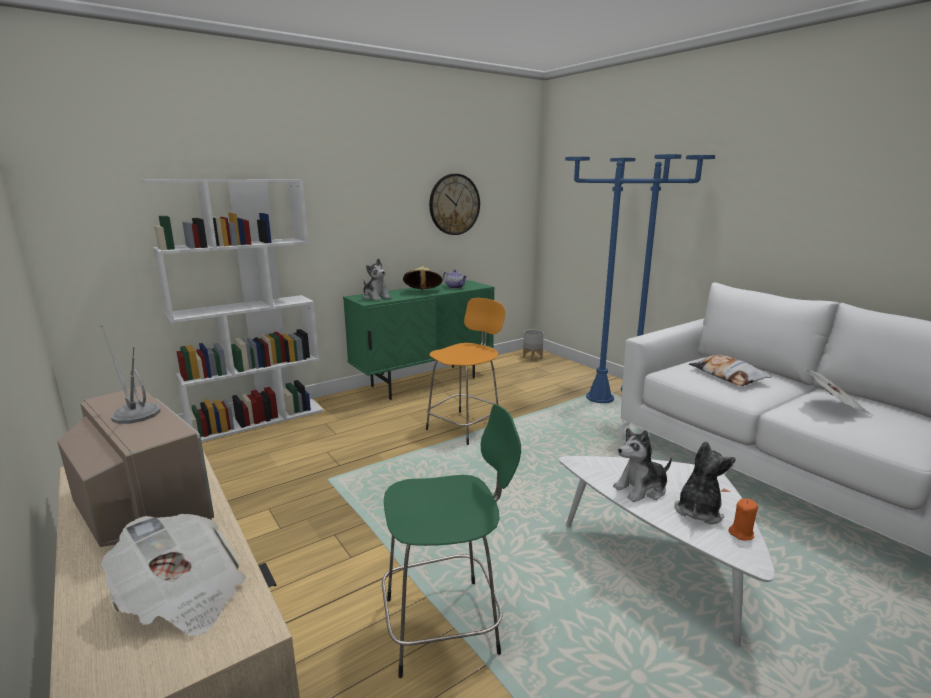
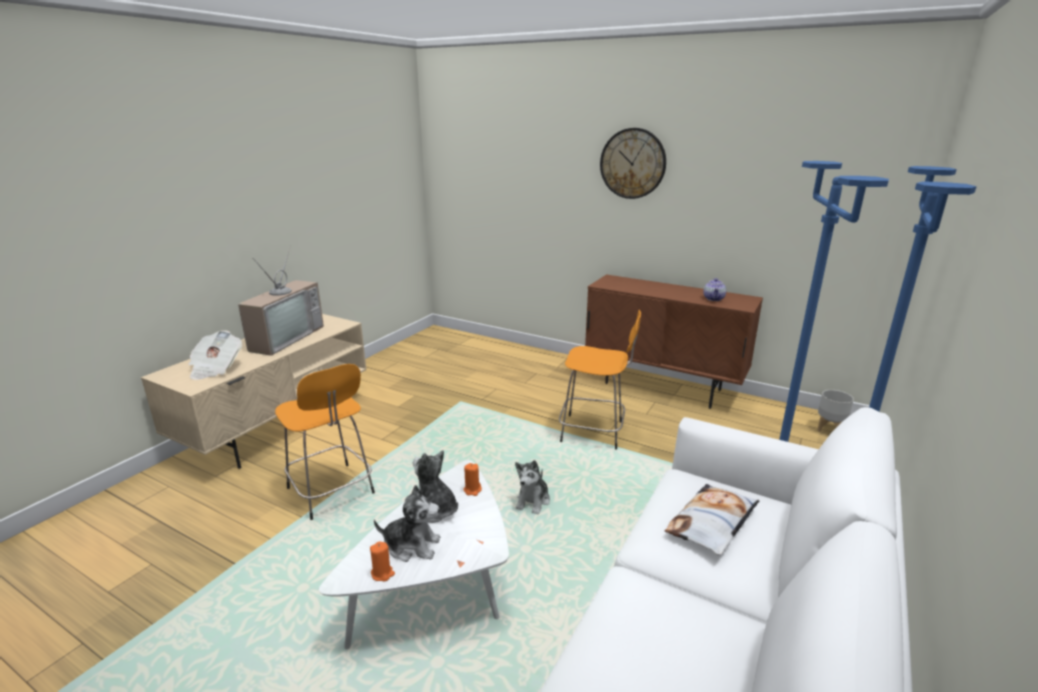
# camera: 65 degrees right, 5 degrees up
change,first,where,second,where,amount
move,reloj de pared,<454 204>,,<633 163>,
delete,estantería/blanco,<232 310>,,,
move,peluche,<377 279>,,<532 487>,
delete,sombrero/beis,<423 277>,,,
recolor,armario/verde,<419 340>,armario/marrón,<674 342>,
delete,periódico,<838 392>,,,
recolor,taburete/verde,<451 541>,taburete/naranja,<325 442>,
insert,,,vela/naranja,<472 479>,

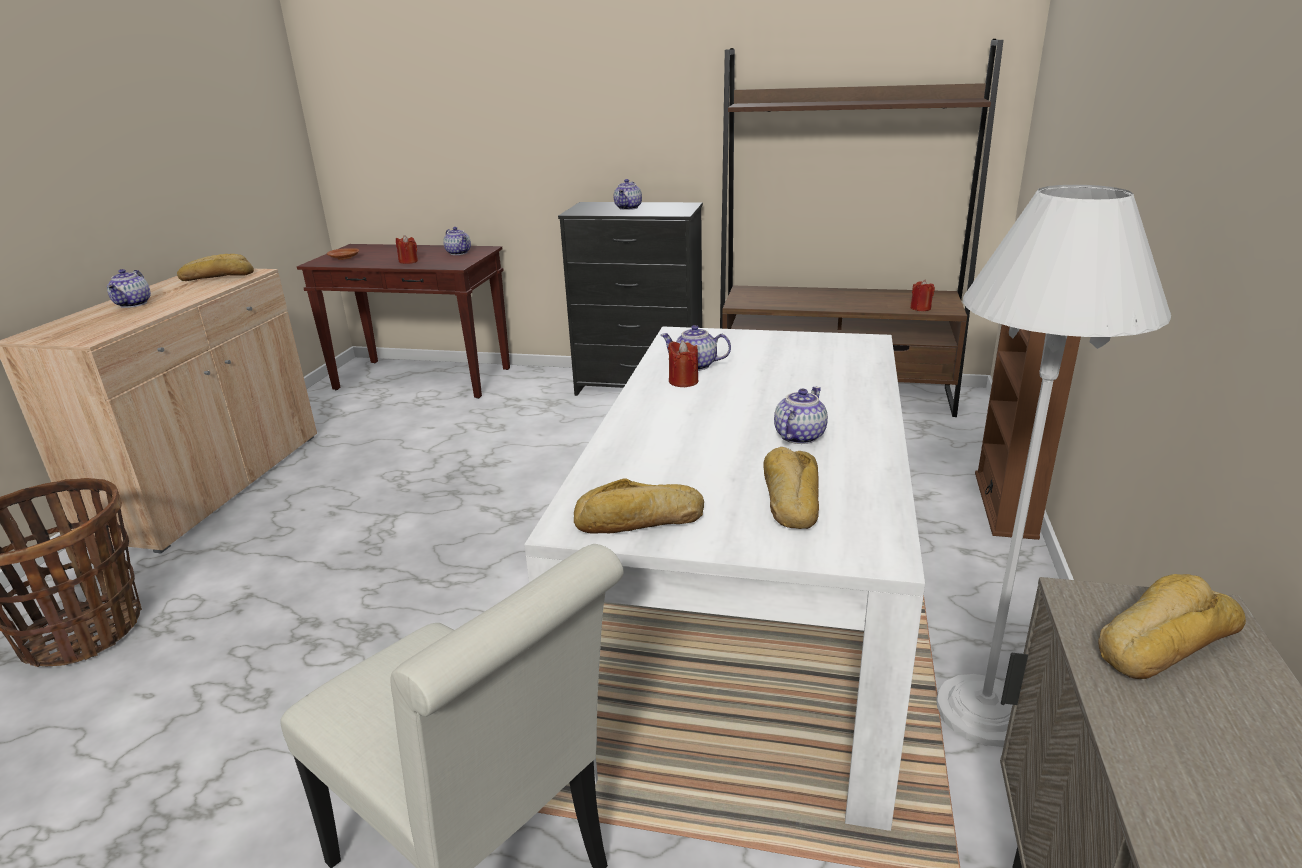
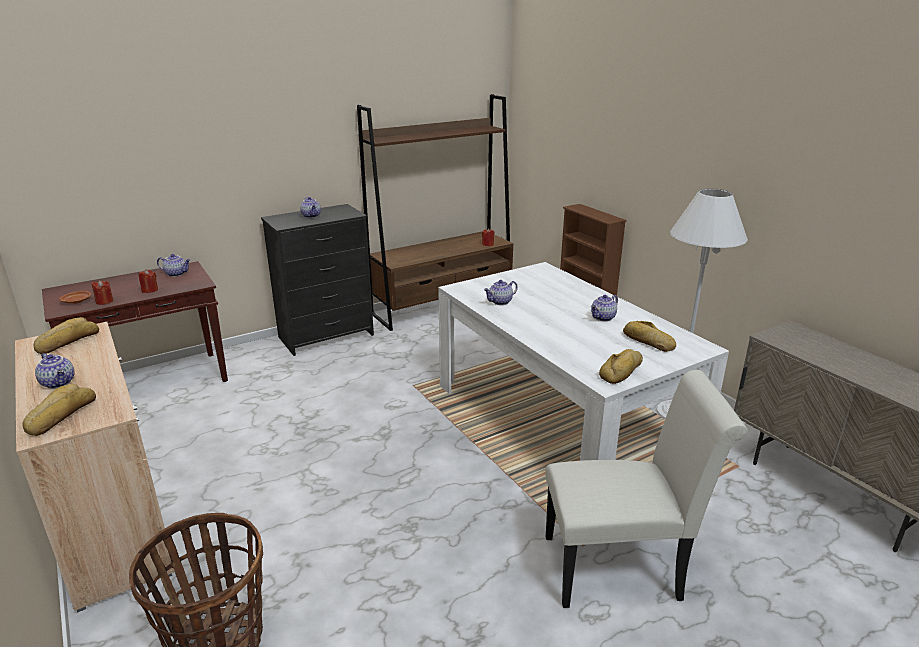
# camera: 45 degrees left, 0 degrees up
change,first,where,second,where,amount
move,vela/rojo,<683 364>,,<102 292>,
rotate,tetera,<801 415>,,<604 308>,120 degrees counterclockwise
move,pan,<1172 626>,,<59 410>,

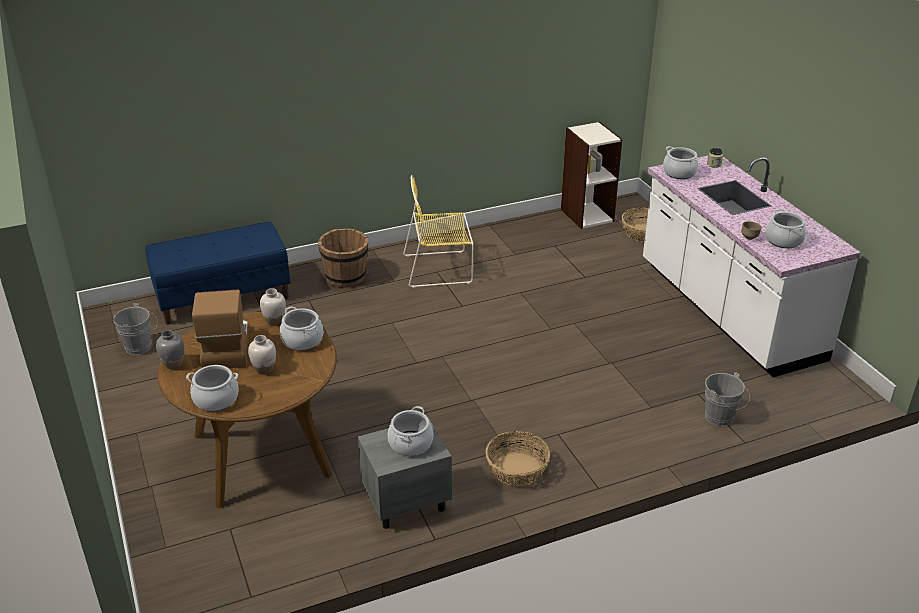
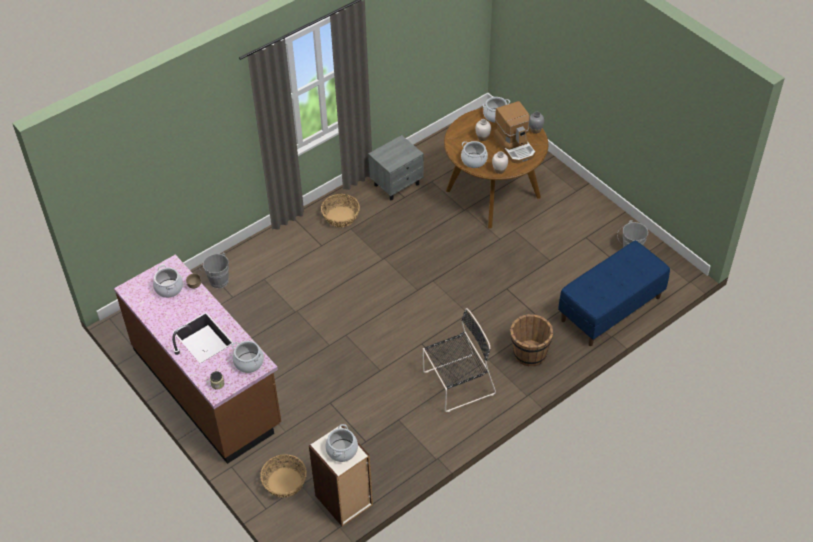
# camera: 165 degrees right, 15 degrees up
change,first,where,second,where,amount
recolor,mueble bajo de cocina/blanco,<752 267>,mueble bajo de cocina/marrón,<197 359>,
recolor,silla/amarillo,<438 231>,silla/negro,<459 360>,
move,olla,<410 431>,,<341 443>,

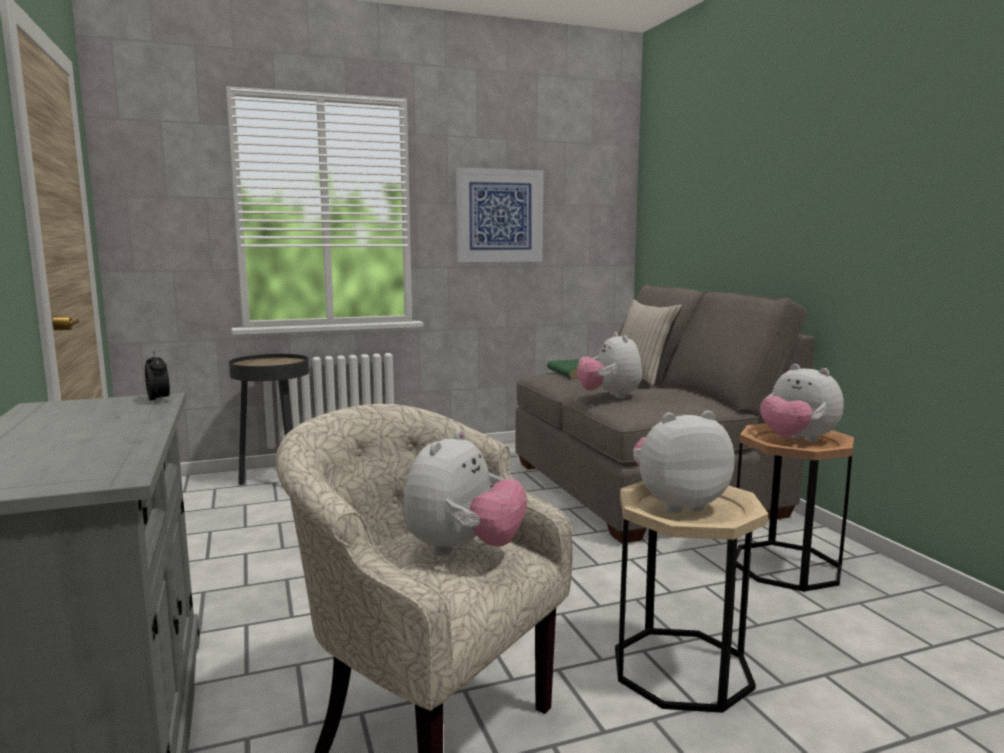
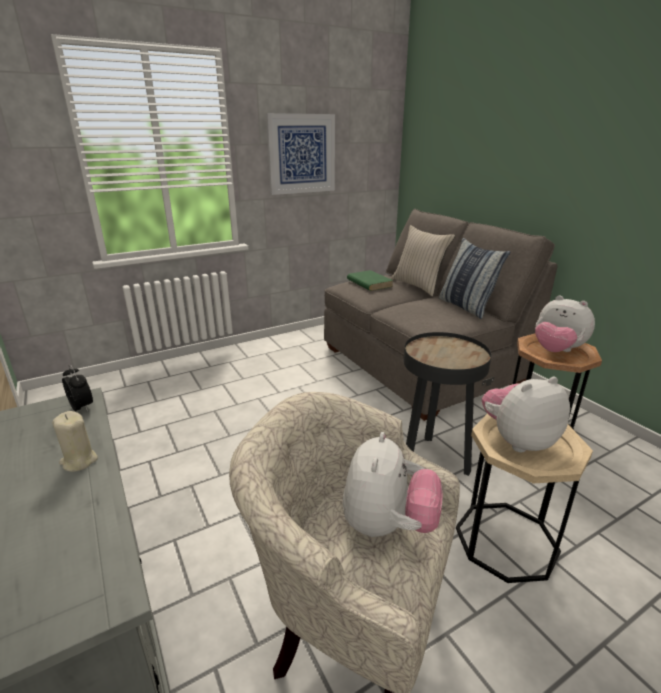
# camera: 10 degrees left, 15 degrees up
change,first,where,second,where,amount
delete,peluche,<609 365>,,,
move,mesa auxiliar/negro,<269 419>,,<447 404>,
insert,,,cojín,<474 278>,
insert,,,vela/beis,<75 441>,

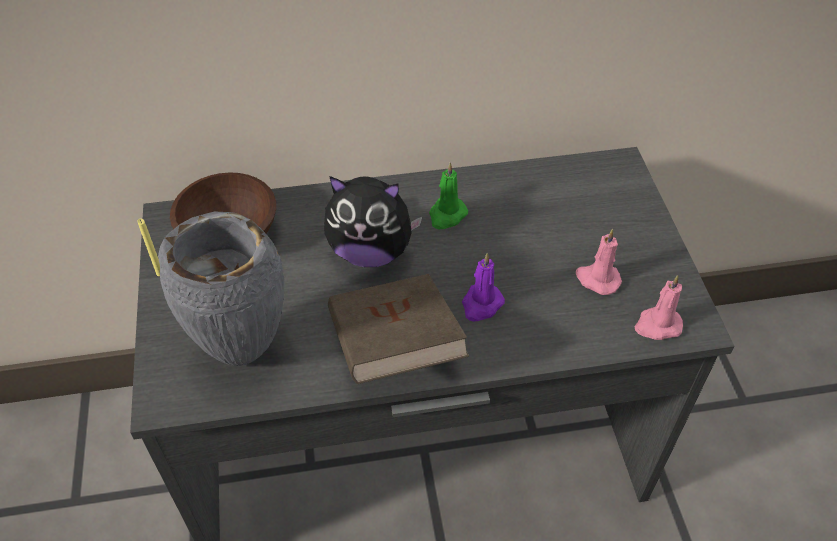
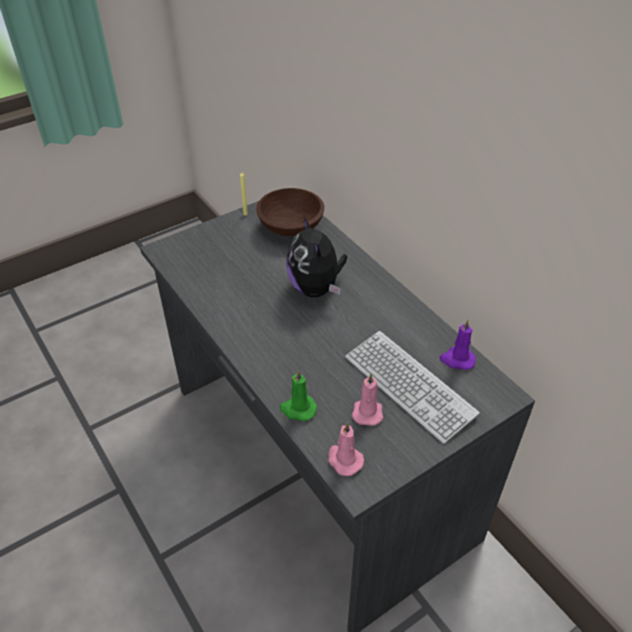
# camera: 65 degrees right, 5 degrees down
change,first,where,second,where,amount
move,vela/verde,<448 195>,,<298 395>,
delete,florero/gris,<221 289>,,,
move,vela/morado,<483 287>,,<457 345>,
delete,libro/marrón,<398 329>,,,
insert,,,teclado,<412 387>,

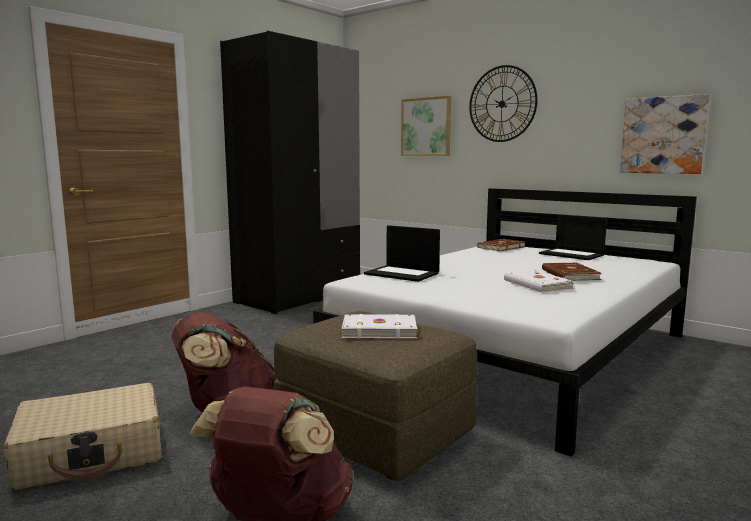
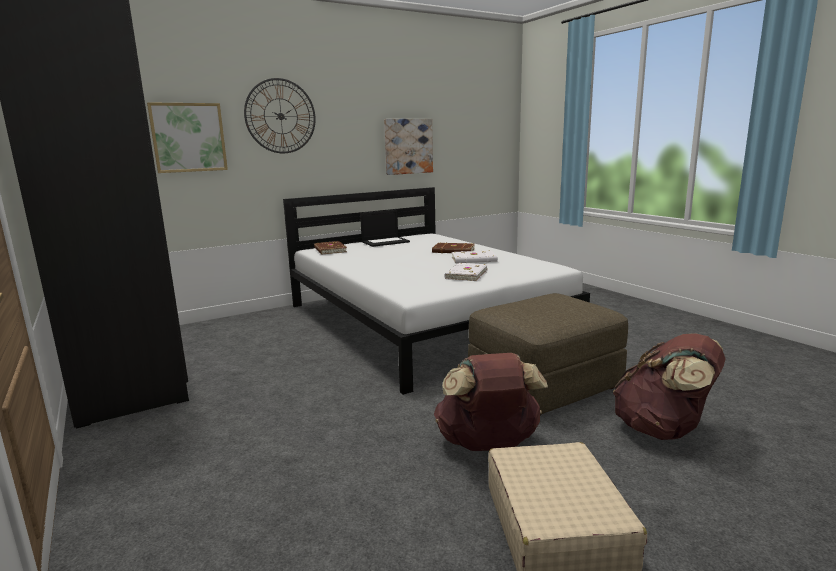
# camera: 70 degrees left, 5 degrees up
change,first,where,second,where,amount
delete,portátil,<402 253>,,,
move,libro/blanco,<379 326>,,<466 272>,

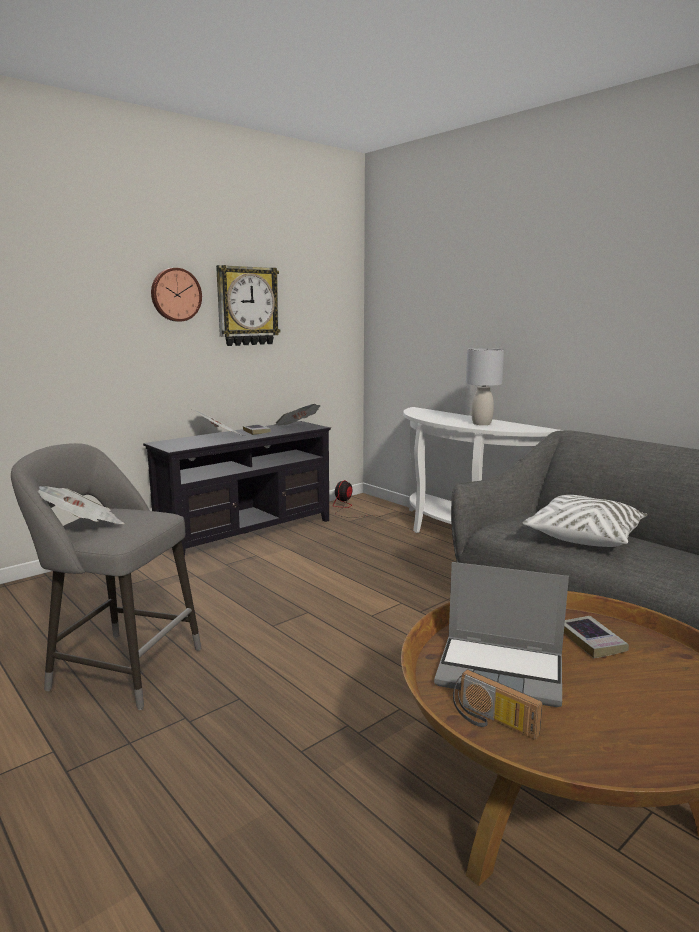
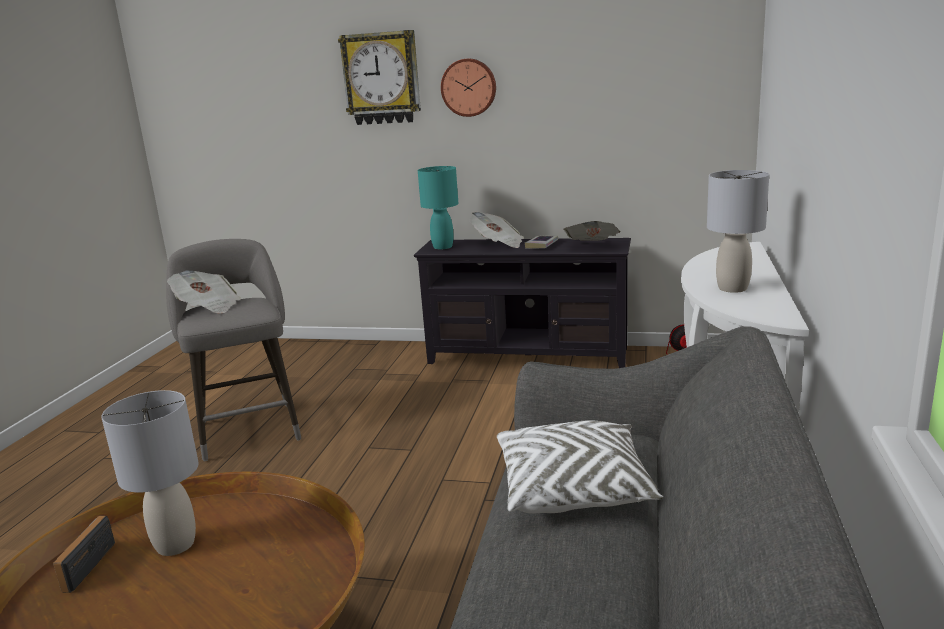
# camera: 55 degrees right, 5 degrees up
change,first,where,second,where,amount
move,reloj de pared,<248 305>,,<379 77>,
replace,portátil,<501 634>,lámpara de mesa/gris,<150 473>,
delete,libro,<596 637>,,,
insert,,,lámpara de mesa/turquesa,<438 207>,

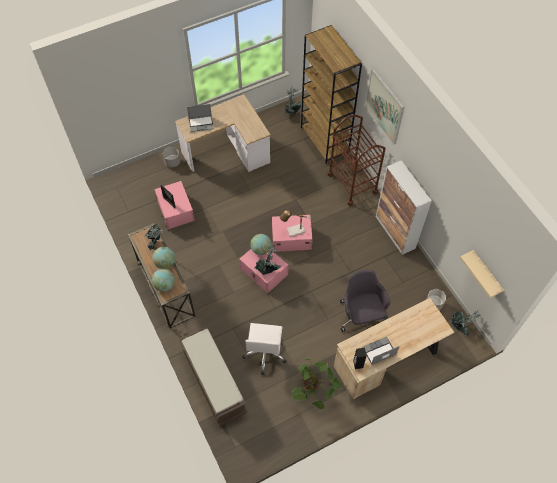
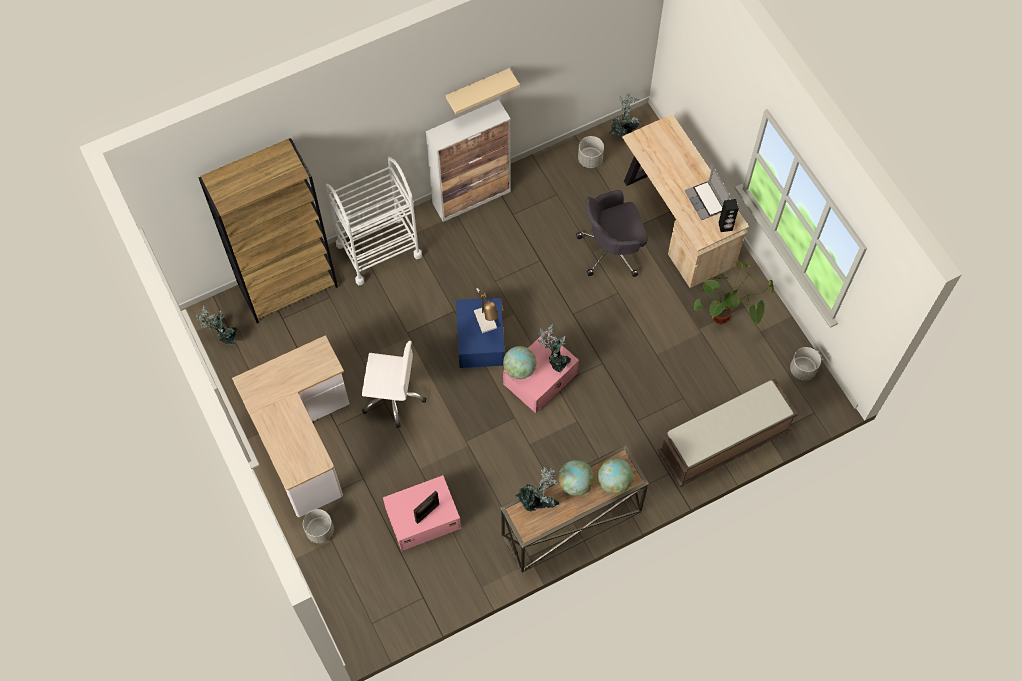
# camera: 90 degrees left, 5 degrees up
change,first,where,second,where,amount
delete,cuadro,<384 106>,,,
delete,portátil,<200 118>,,,
recolor,carrito/marrón,<356 160>,carrito/blanco,<374 221>,
recolor,caja de almacenaje/rosa,<292 233>,caja de almacenaje/azul,<481 332>,
move,estante/beis,<482 274>,,<483 91>,
move,silla de oficina/blanco,<264 349>,,<394 384>,
insert,,,maceta/gris,<805 363>,

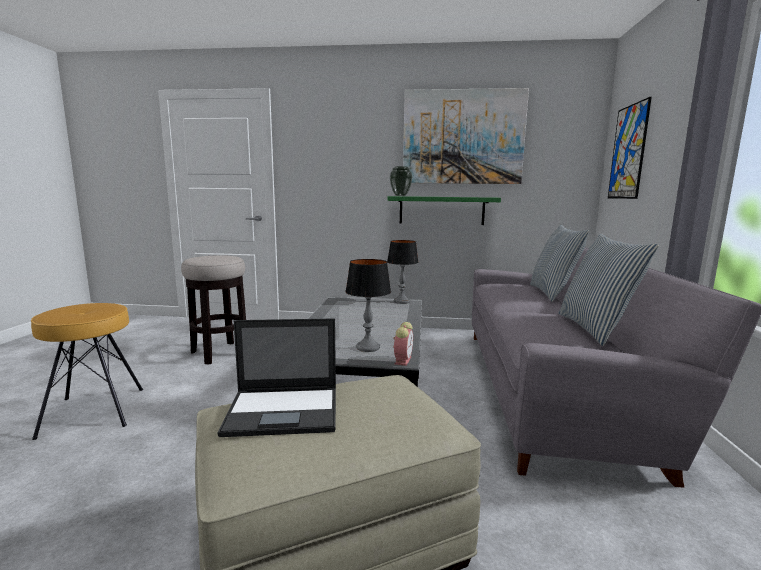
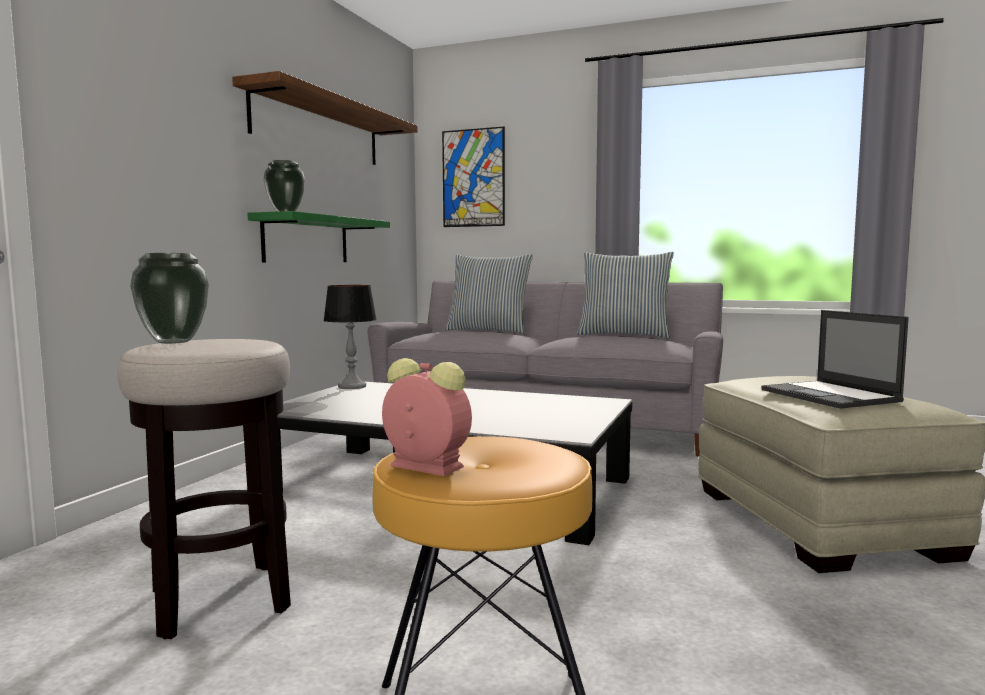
# camera: 75 degrees left, 5 degrees down
change,first,where,second,where,amount
replace,cuadro,<466 136>,estante,<325 118>,
delete,lámpara de mesa,<368 305>,,,
rotate,portátil,<276 377>,,<835 359>,150 degrees clockwise
move,despertador,<403 344>,,<427 417>,
insert,,,florero,<169 298>,

